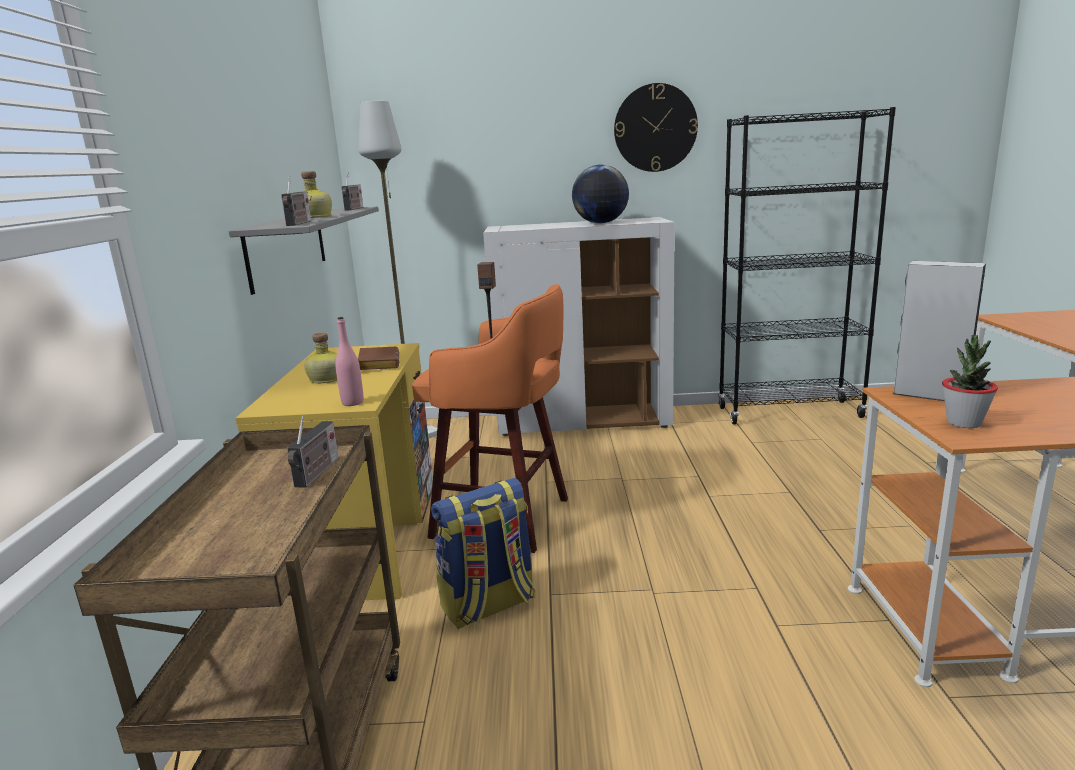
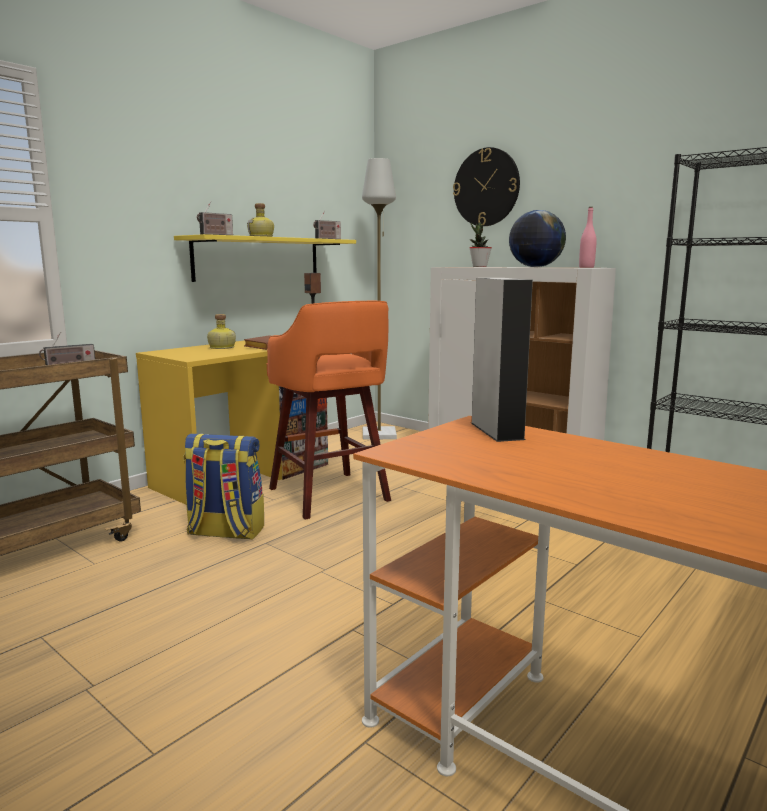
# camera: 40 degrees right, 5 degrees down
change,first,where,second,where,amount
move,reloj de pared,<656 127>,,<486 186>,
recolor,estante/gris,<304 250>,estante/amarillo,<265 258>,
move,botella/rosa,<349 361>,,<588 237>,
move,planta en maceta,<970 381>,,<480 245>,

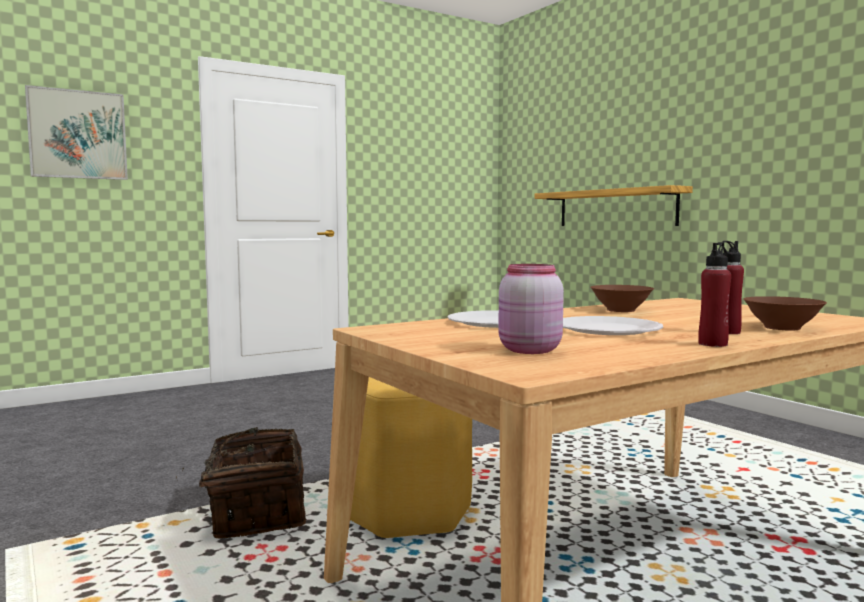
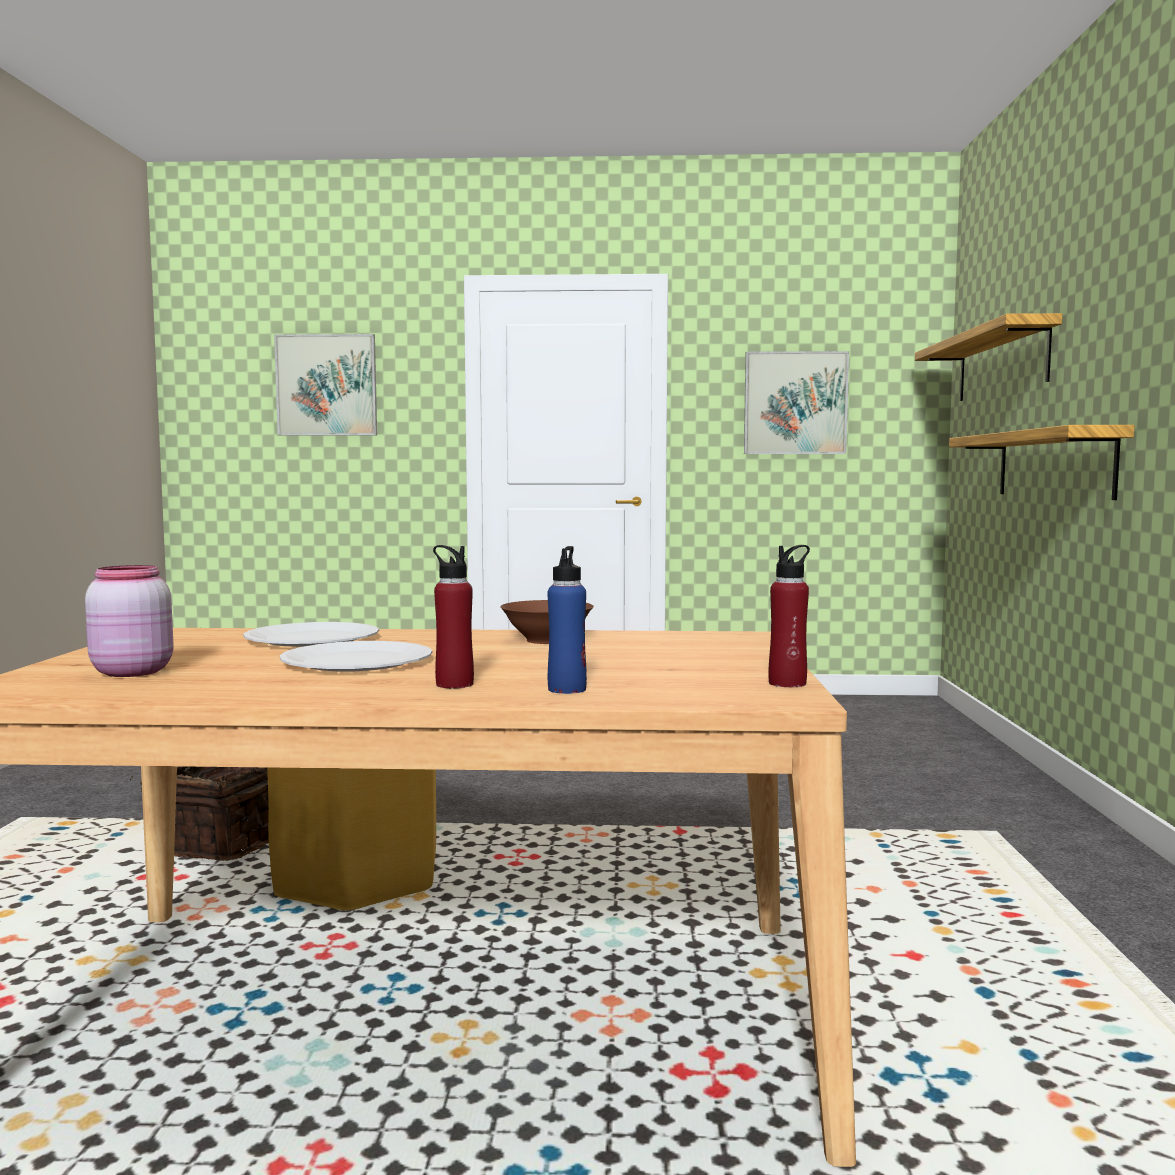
# camera: 35 degrees right, 0 degrees up
change,first,where,second,where,amount
move,botella/rojo,<714 294>,,<789 616>,
replace,cuenco/marrón,<785 313>,botella/azul,<567 620>,
insert,,,estante,<988 357>,
insert,,,cuadro,<796 402>,

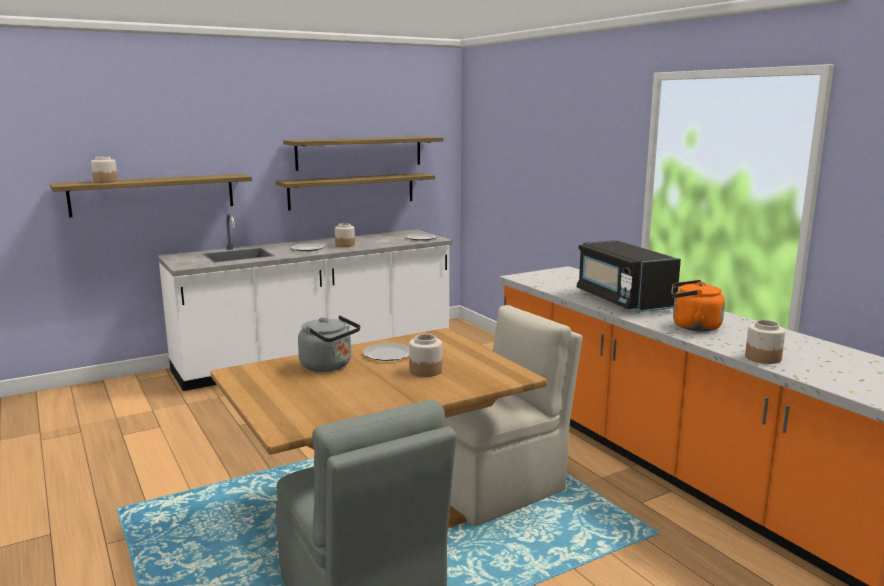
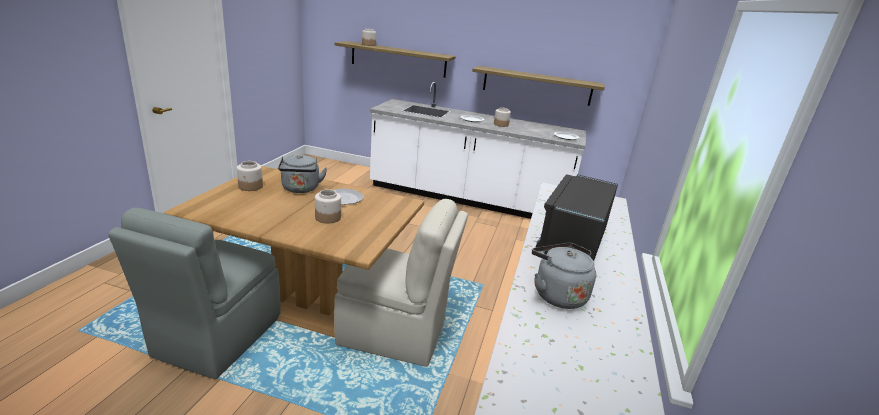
# camera: 45 degrees right, 10 degrees up
change,first,where,second,where,amount
delete,estante,<363 153>,,,
recolor,hervidor/naranja,<698 306>,hervidor/gris,<564 276>,
move,tarro,<765 342>,,<250 176>,

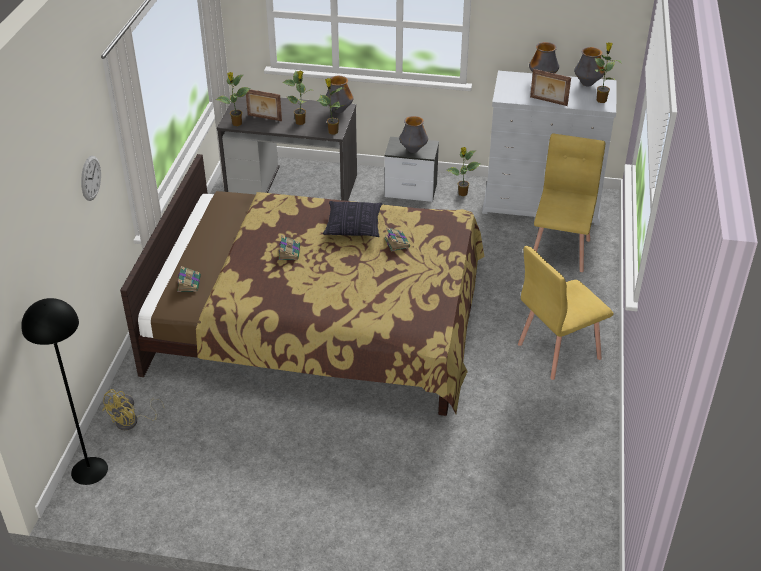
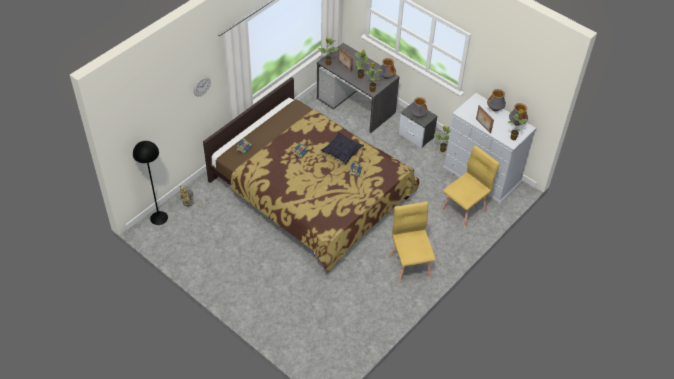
# camera: 30 degrees right, 10 degrees up
change,first,where,second,where,amount
rotate,silla/amarillo,<566 313>,,<412 242>,75 degrees clockwise

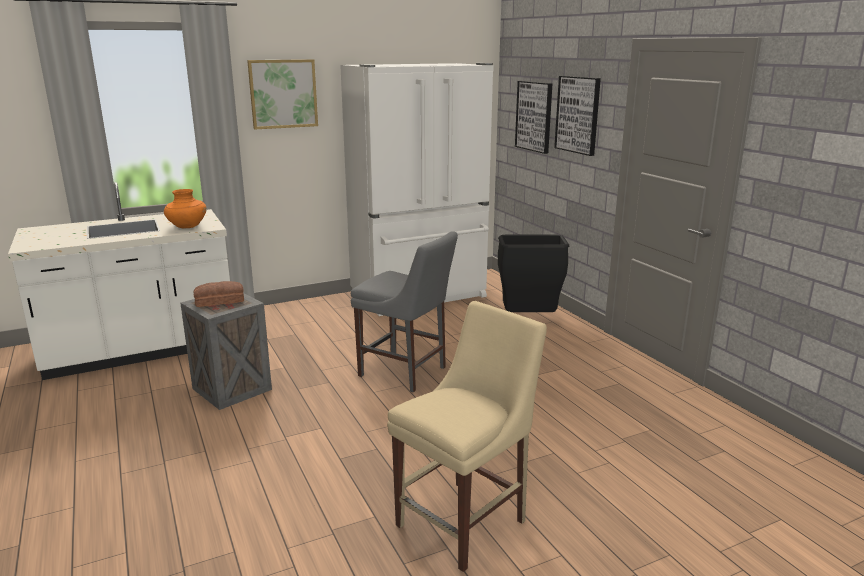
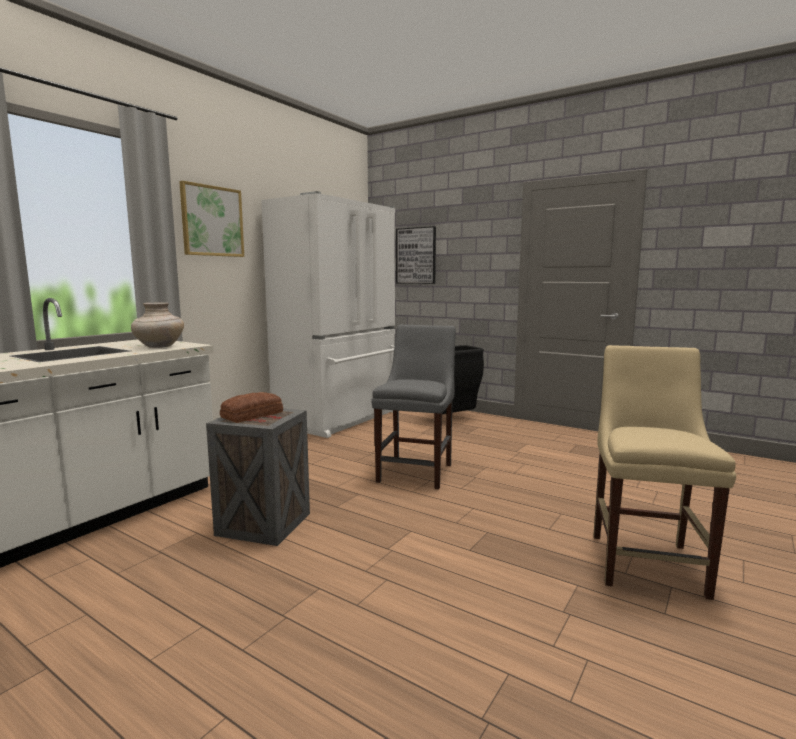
# camera: 30 degrees left, 10 degrees down
change,first,where,second,where,amount
delete,cuadro,<577 116>,,,
recolor,florero/naranja,<185 208>,florero/beis,<157 325>,
rotate,silla/gris,<404 311>,,<413 407>,75 degrees counterclockwise

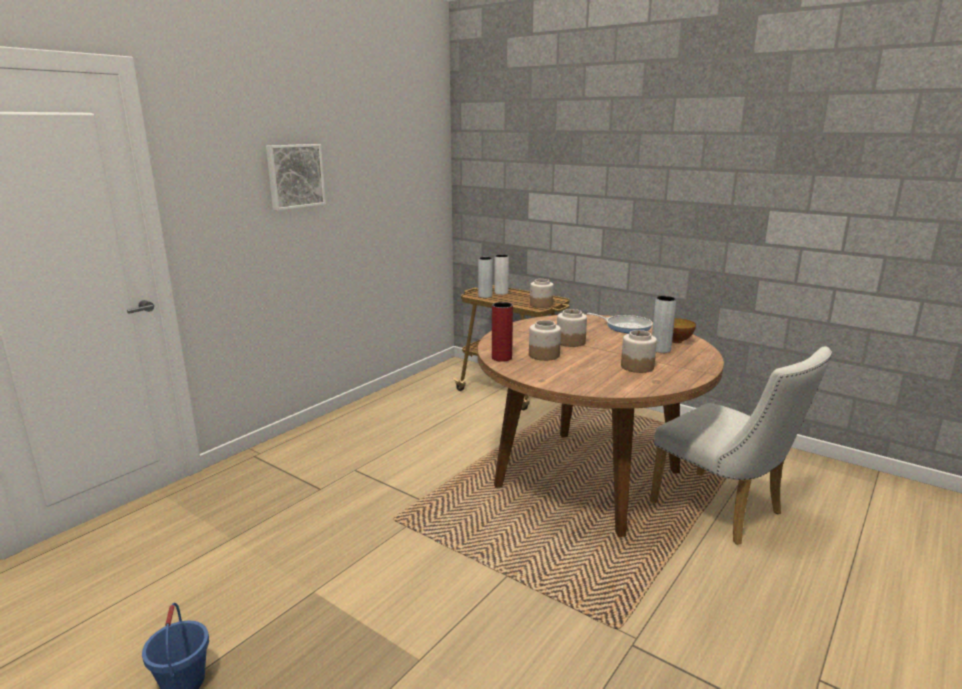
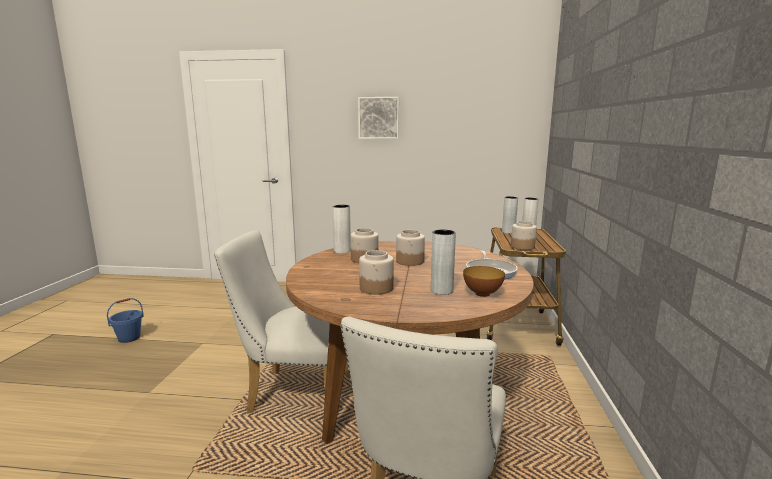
# camera: 60 degrees right, 5 degrees down
change,first,where,second,where,amount
recolor,florero/rojo,<502 332>,florero/blanco,<342 229>,
insert,,,silla/blanco,<282 321>,

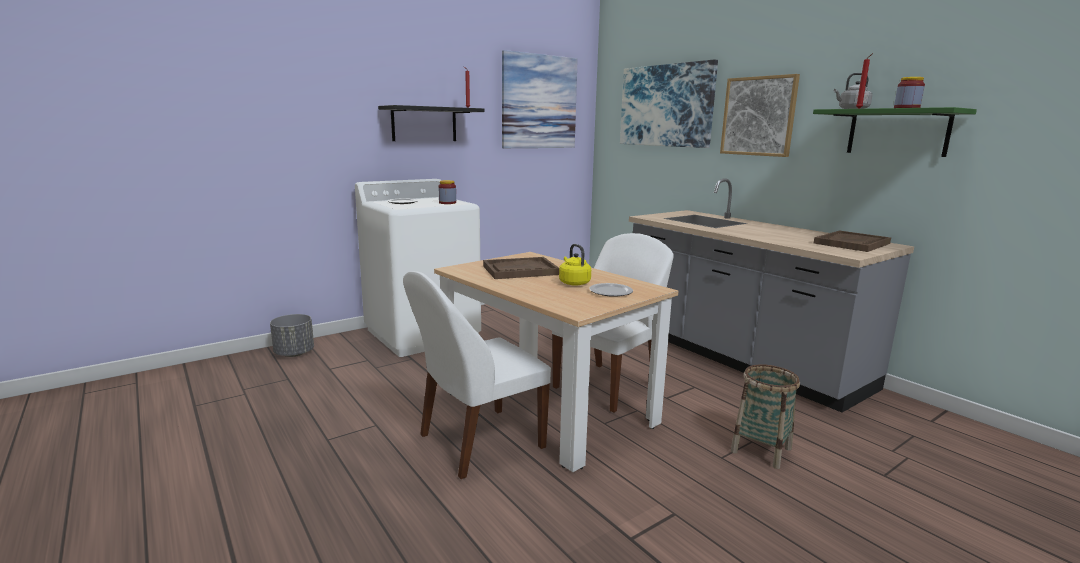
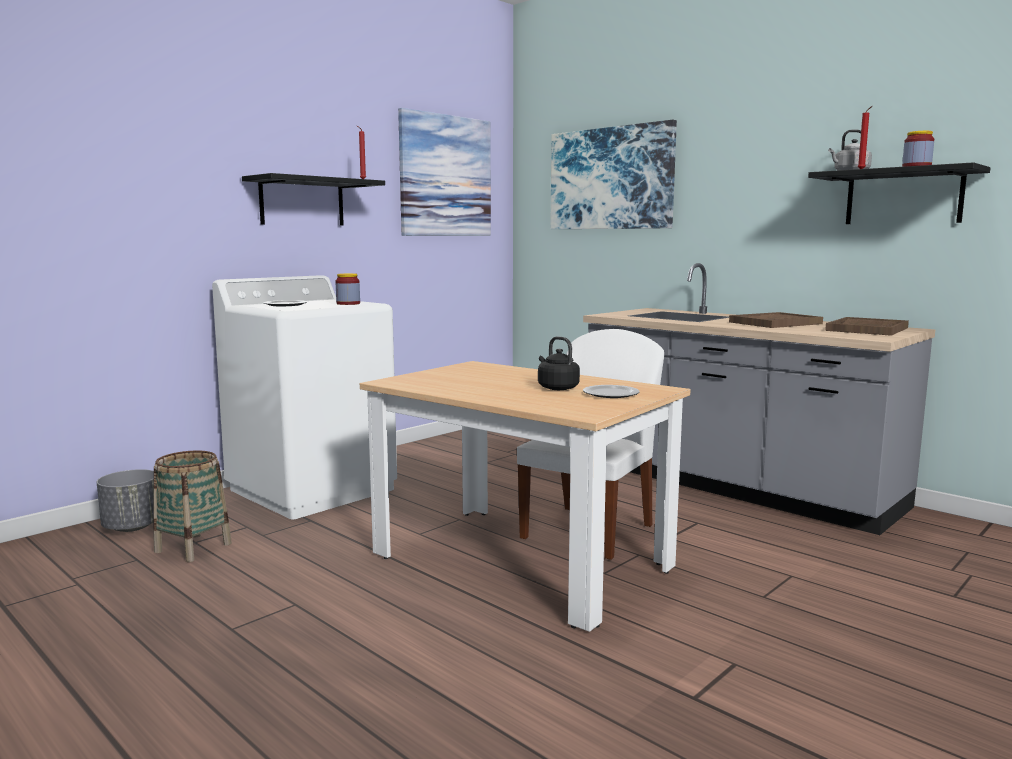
# camera: 10 degrees left, 5 degrees down
change,first,where,second,where,amount
delete,cuadro,<760 115>,,,
recolor,estante/verde,<895 132>,estante/negro,<899 193>,
recolor,hervidor/amarillo,<575 265>,hervidor/negro,<559 363>,
move,bandeja/marrón,<521 268>,,<776 320>,
delete,silla/blanco,<477 375>,,,
move,cesta,<765 416>,,<192 506>,

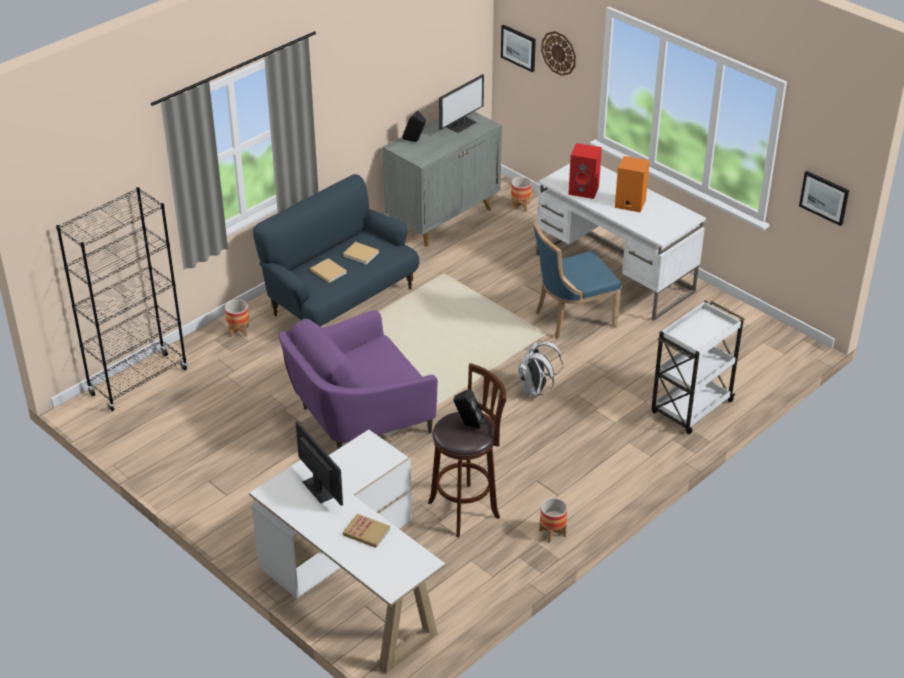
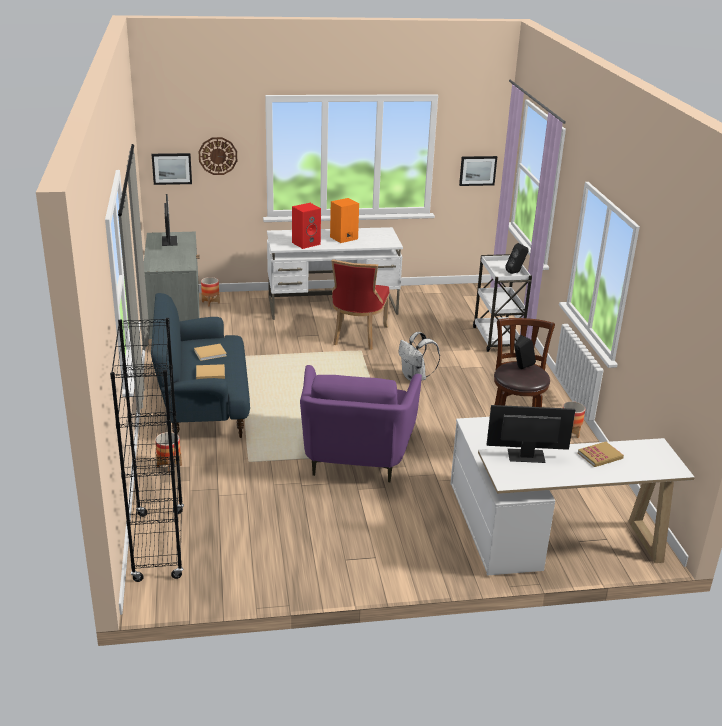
# camera: 55 degrees left, 10 degrees down
change,first,where,second,where,amount
move,altavoz/negro,<414 126>,,<517 258>,
recolor,silla/azul,<577 280>,silla/rojo,<360 304>,

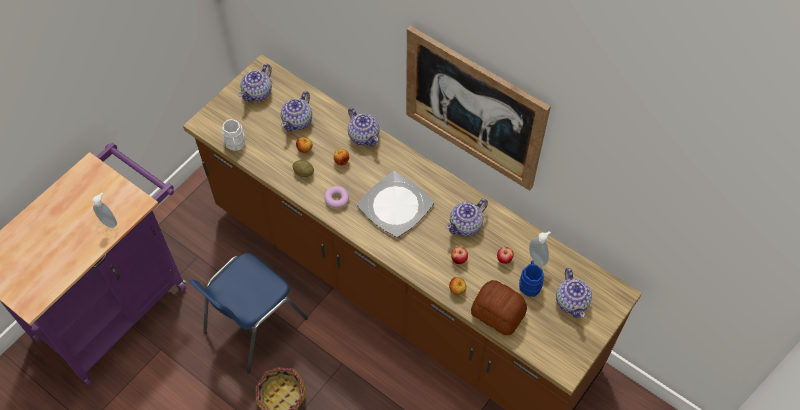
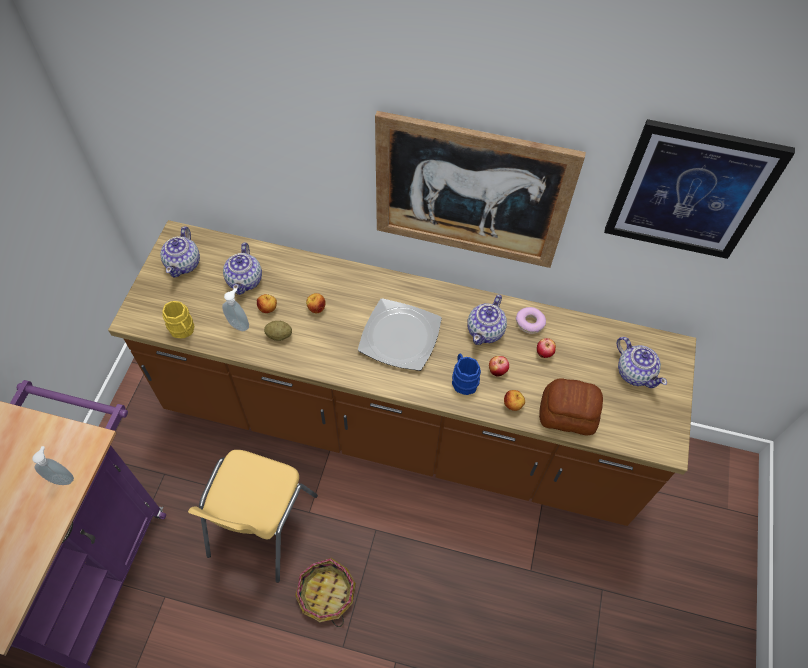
# camera: 25 degrees left, 0 degrees up
change,first,where,second,where,amount
delete,tetera,<363 127>,,,
recolor,taza grande/blanco,<233 135>,taza grande/amarillo,<178 320>,
move,rosquilla,<336 197>,,<531 320>,
move,dispensador de jabón,<540 248>,,<235 309>,
recolor,silla/azul,<248 313>,silla/amarillo,<253 516>,
move,taza grande/azul,<531 278>,,<466 374>,
insert,,,cuadro,<699 189>,

